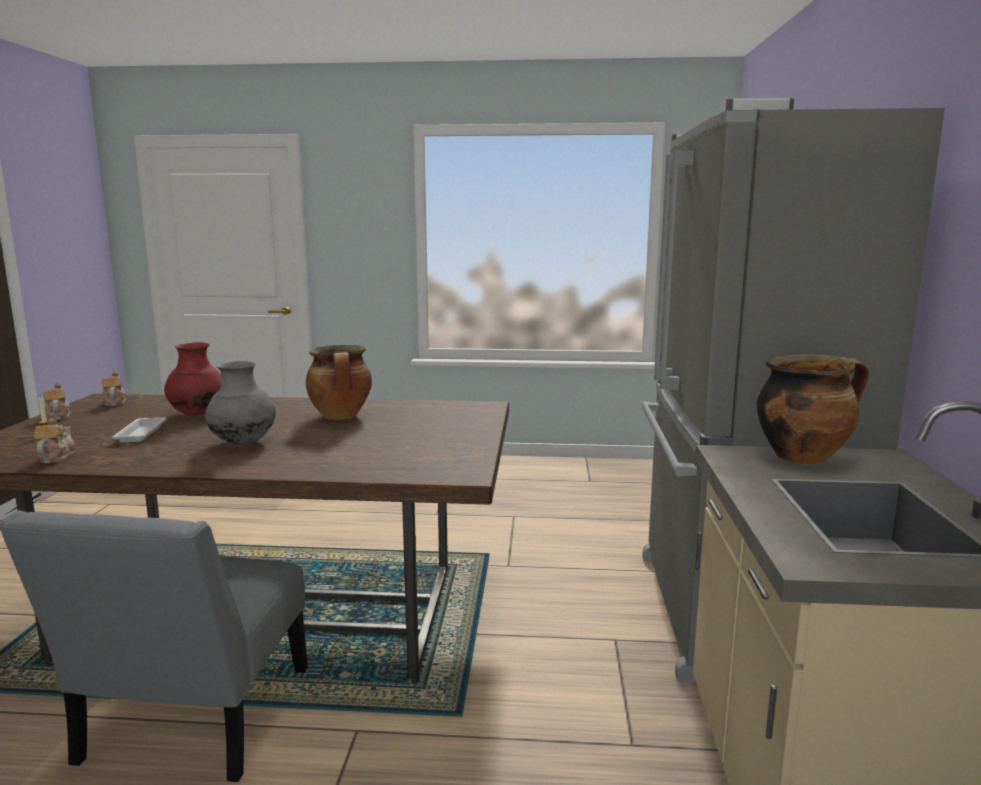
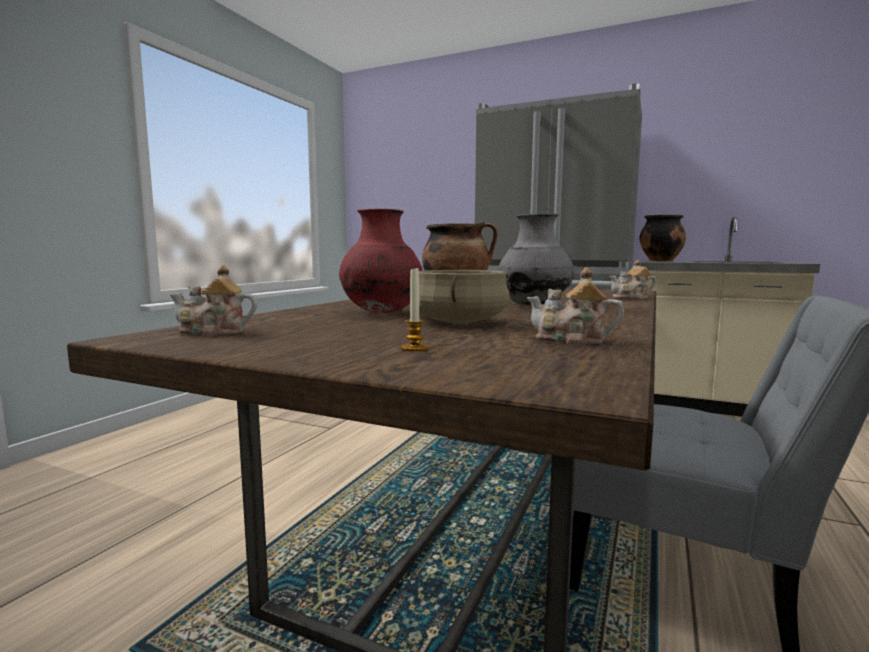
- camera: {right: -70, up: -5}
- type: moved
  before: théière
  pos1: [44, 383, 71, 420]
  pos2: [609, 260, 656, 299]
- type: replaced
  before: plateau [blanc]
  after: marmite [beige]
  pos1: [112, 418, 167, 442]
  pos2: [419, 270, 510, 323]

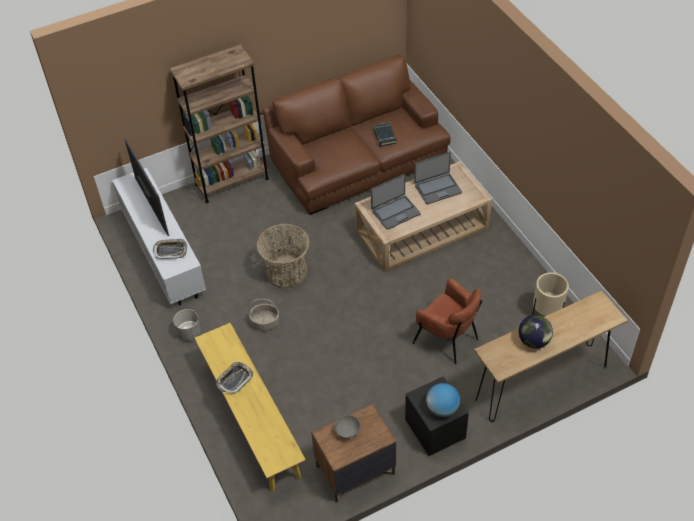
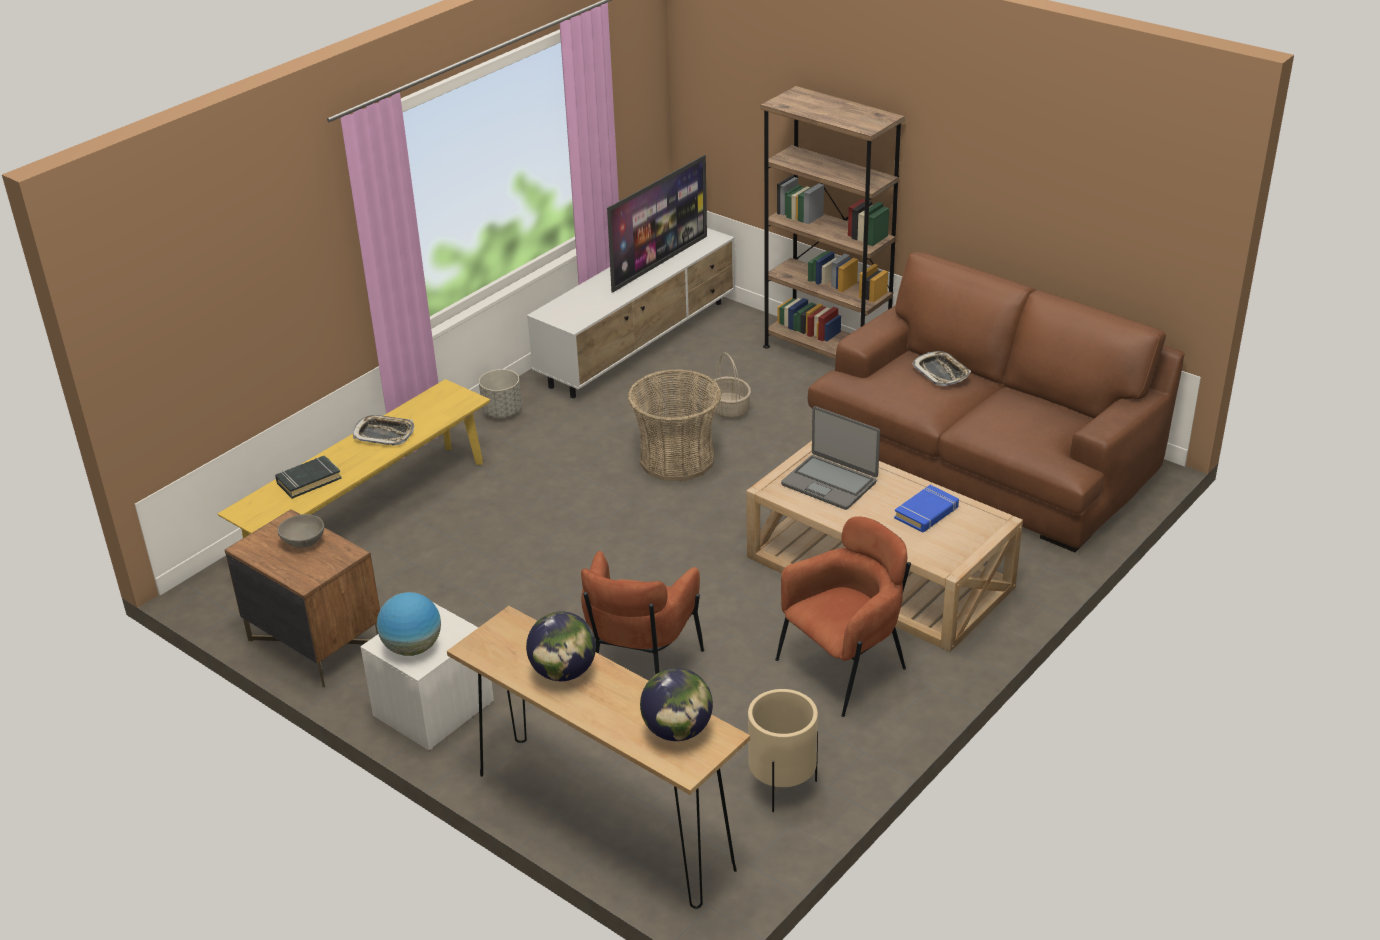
- camera: {right: 65, up: -15}
- type: moved
  before: plateau
  pos1: [153, 239, 187, 259]
  pos2: [912, 351, 971, 386]
- type: moved
  before: panier
  pos1: [249, 299, 279, 330]
  pos2: [708, 353, 751, 419]
- type: moved
  before: livre [noir]
  pos1: [373, 122, 397, 147]
  pos2: [275, 455, 342, 499]
- type: recoloured
  before: table de chevet [noir]
  after: table de chevet [blanc]
  pos1: [405, 376, 469, 456]
  pos2: [360, 603, 494, 750]
- type: replaced
  before: ordinateur portable
  after: livre [bleu]
  pos1: [414, 152, 462, 205]
  pos2: [894, 485, 959, 532]
- type: added
  after: globe
  pos2: [640, 668, 713, 741]
- type: added
  after: fauteuil [marron]
  pos2: [775, 516, 911, 717]

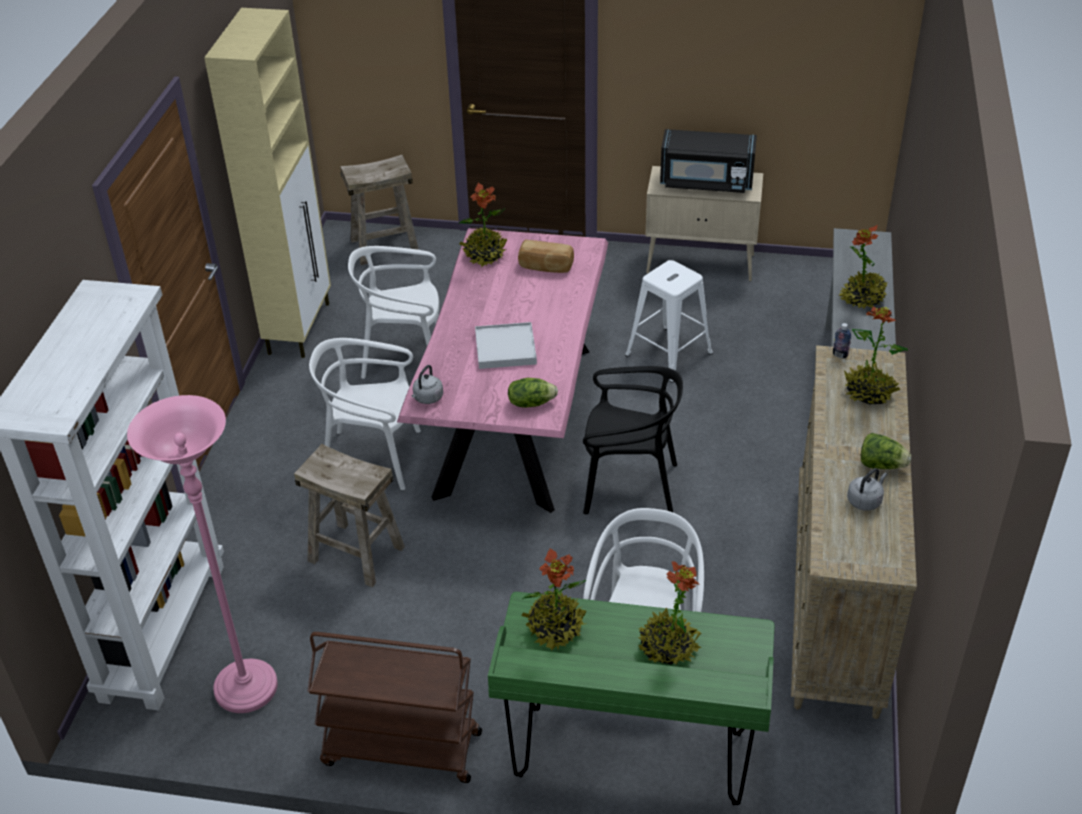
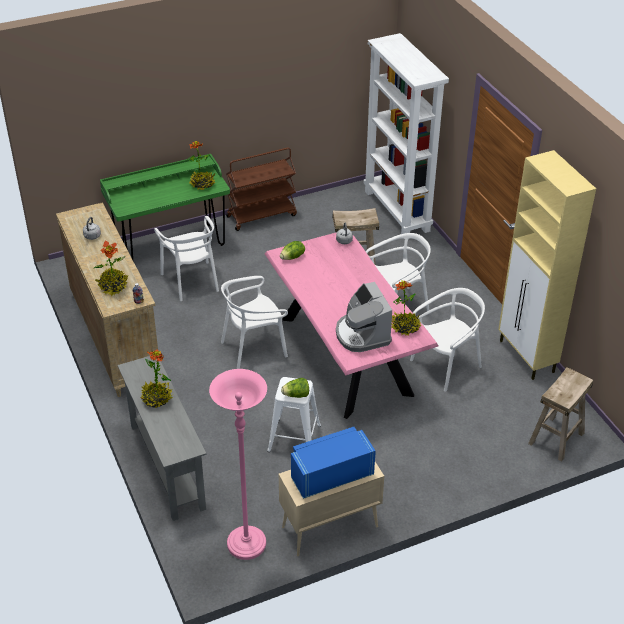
- camera: {right: 145, up: 0}
- type: moved
  before: lampadaire [rose]
  pos1: [127, 395, 278, 713]
  pos2: [209, 369, 267, 560]
- type: removed
  before: plateau [blanc]
  pos1: [475, 322, 537, 369]
- type: replaced
  before: pain
  after: machine à café
  pos1: [518, 240, 574, 273]
  pos2: [336, 282, 392, 352]
- type: recoloured
  before: chaise [noir]
  after: chaise [blanc]
  pos1: [583, 366, 683, 514]
  pos2: [221, 276, 288, 369]
- type: removed
  before: plante en pot
  pos1: [638, 561, 701, 665]
- type: recoloured
  before: micro-ondes [noir]
  after: micro-ondes [bleu]
  pos1: [660, 129, 757, 193]
  pos2: [291, 427, 376, 499]
- type: moved
  before: laitue
  pos1: [861, 433, 911, 469]
  pos2: [281, 378, 309, 398]

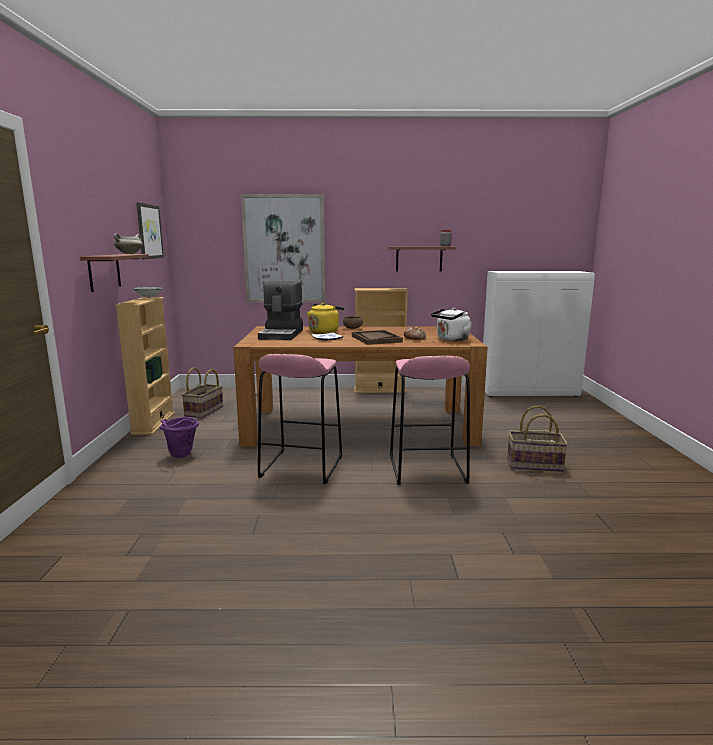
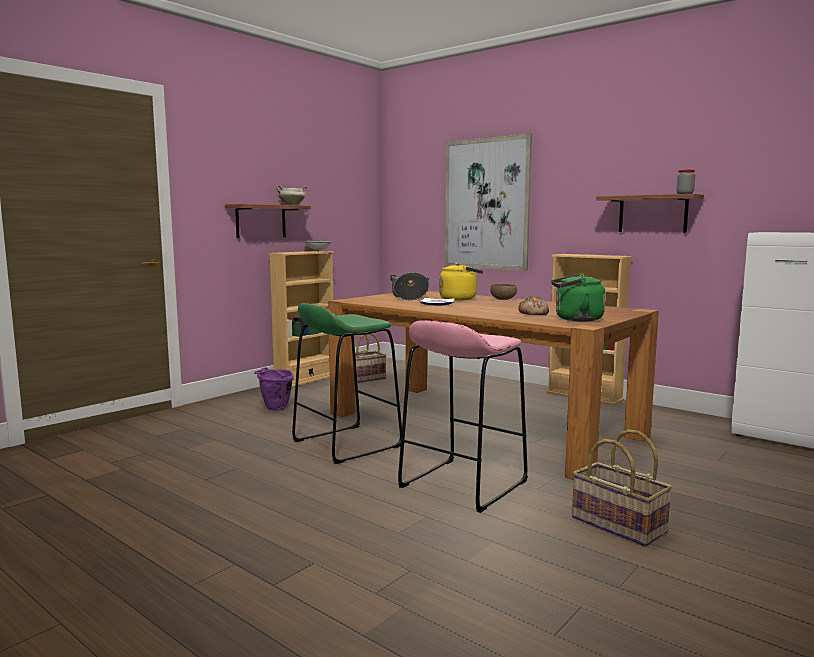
- camera: {right: 40, up: -5}
- type: removed
  before: tableau
  pos1: [136, 202, 164, 259]
- type: replaced
  before: machine à café
  after: marmite
  pos1: [258, 281, 303, 340]
  pos2: [390, 272, 429, 300]
- type: recoloured
  before: tabouret [rose]
  after: tabouret [vert]
  pos1: [258, 354, 342, 484]
  pos2: [292, 303, 402, 464]
- type: removed
  before: plateau [marron]
  pos1: [352, 330, 403, 345]
- type: recoloured
  before: bouilloire [blanc]
  after: bouilloire [vert]
  pos1: [431, 308, 472, 341]
  pos2: [552, 273, 605, 321]

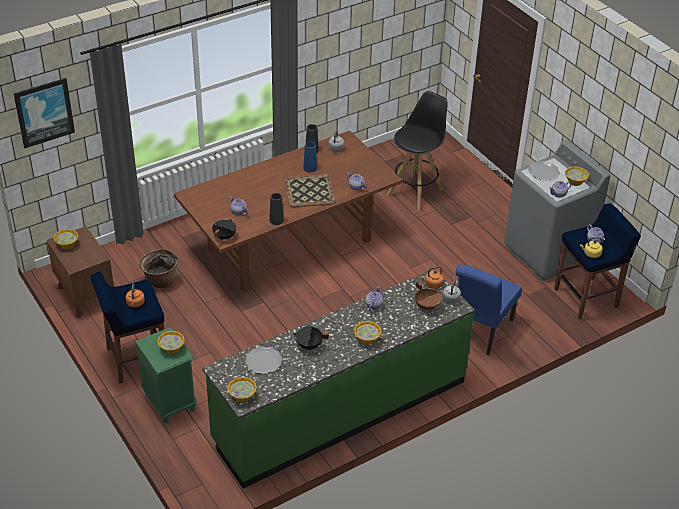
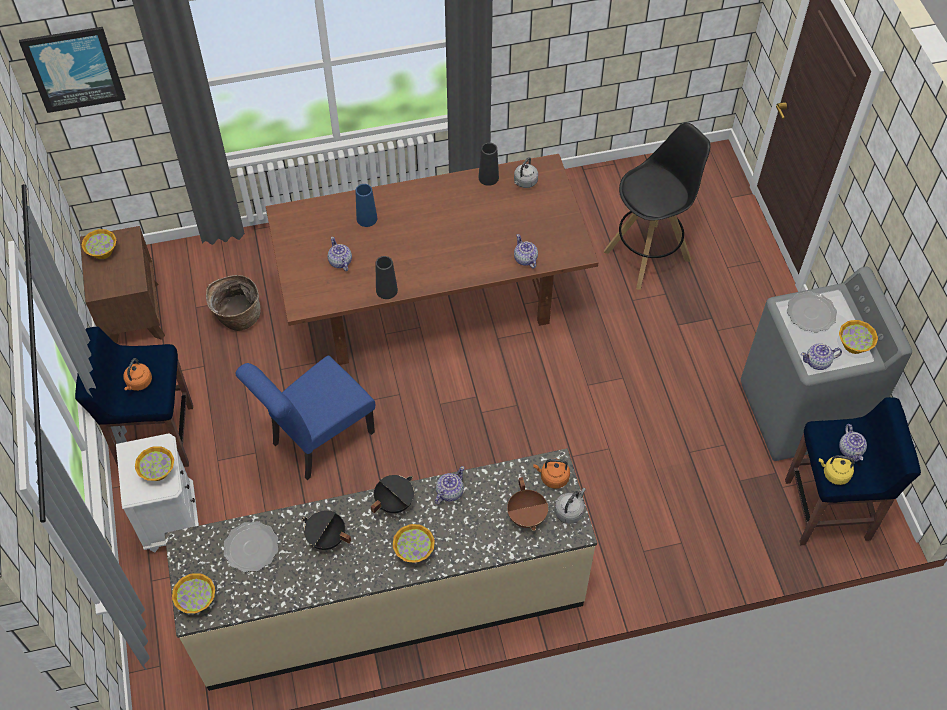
- camera: {right: 20, up: 15}
- type: recoloured
  before: table de chevet [vert]
  after: table de chevet [blanc]
  pos1: [135, 328, 197, 423]
  pos2: [116, 433, 199, 553]
- type: recoloured
  before: comptoir de cuisine [vert]
  after: comptoir de cuisine [beige]
  pos1: [203, 269, 475, 489]
  pos2: [165, 448, 597, 691]
- type: moved
  before: marmite [noir]
  pos1: [212, 219, 236, 240]
  pos2: [371, 475, 414, 513]
- type: removed
  before: plateau
  pos1: [284, 174, 336, 207]
- type: moved
  before: vase [bleu]
  pos1: [303, 142, 317, 173]
  pos2: [356, 184, 377, 227]
- type: moved
  before: chaise [bleu]
  pos1: [455, 264, 522, 355]
  pos2: [235, 355, 375, 480]

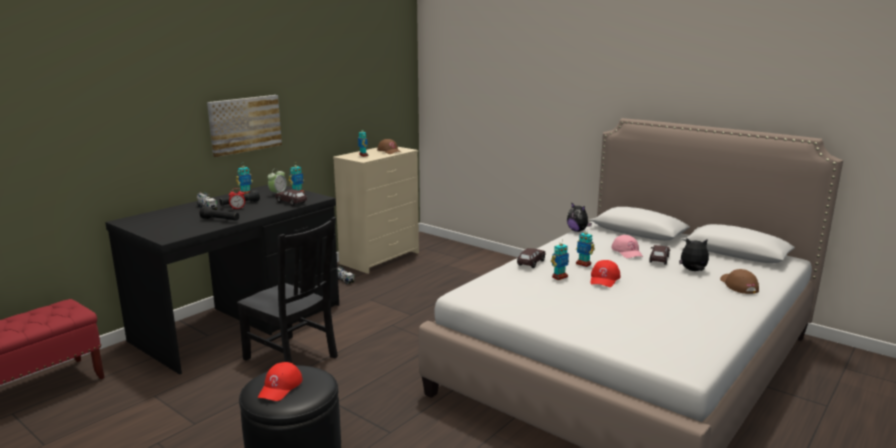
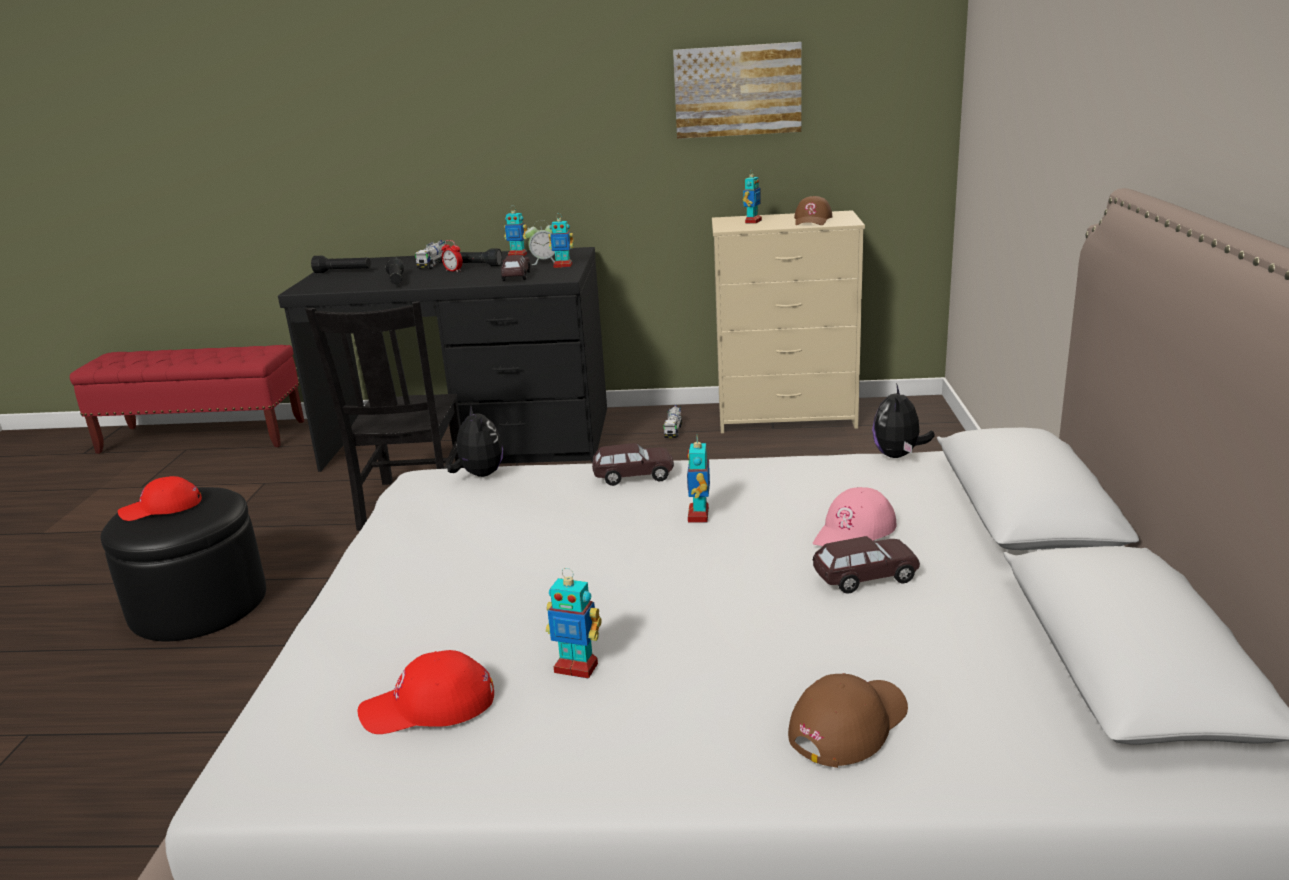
- camera: {right: 55, up: 5}
- type: moved
  before: tableau
  pos1: [207, 95, 282, 157]
  pos2: [673, 42, 802, 139]
- type: moved
  before: robot jouet
  pos1: [551, 239, 569, 280]
  pos2: [546, 568, 602, 678]
- type: moved
  before: casquette [rouge]
  pos1: [591, 260, 621, 287]
  pos2: [358, 650, 494, 734]
- type: moved
  before: peluche
  pos1: [679, 238, 709, 271]
  pos2: [447, 405, 503, 477]
- type: added
  after: lampe de poche [noir]
  pos2: [311, 256, 371, 273]

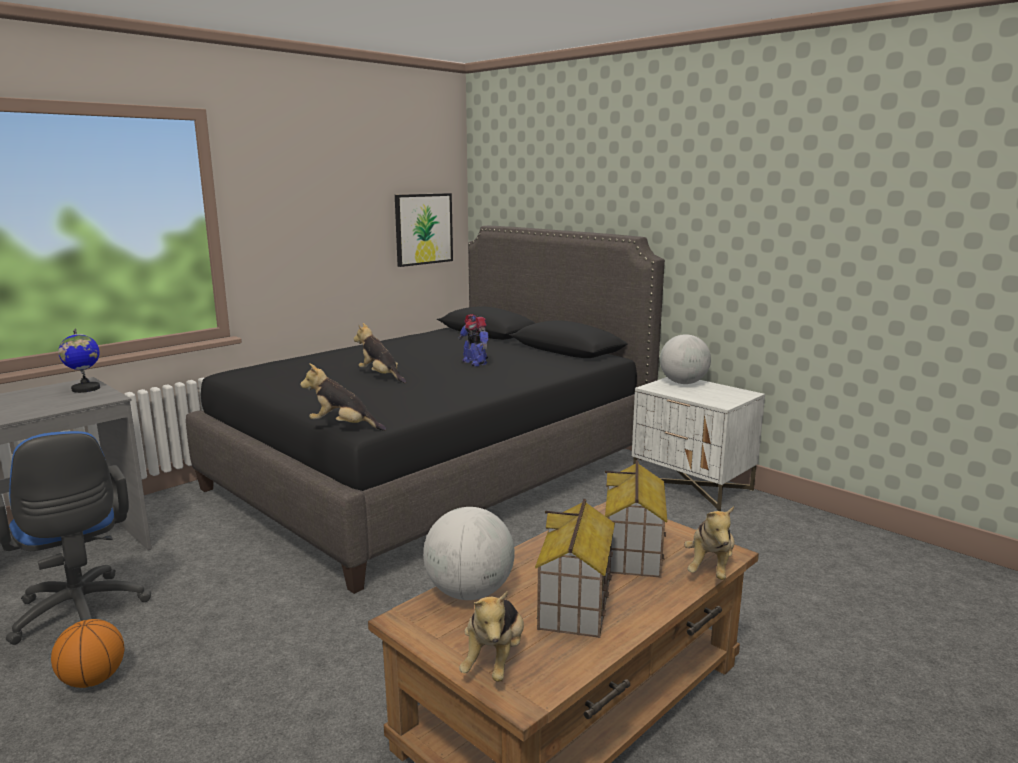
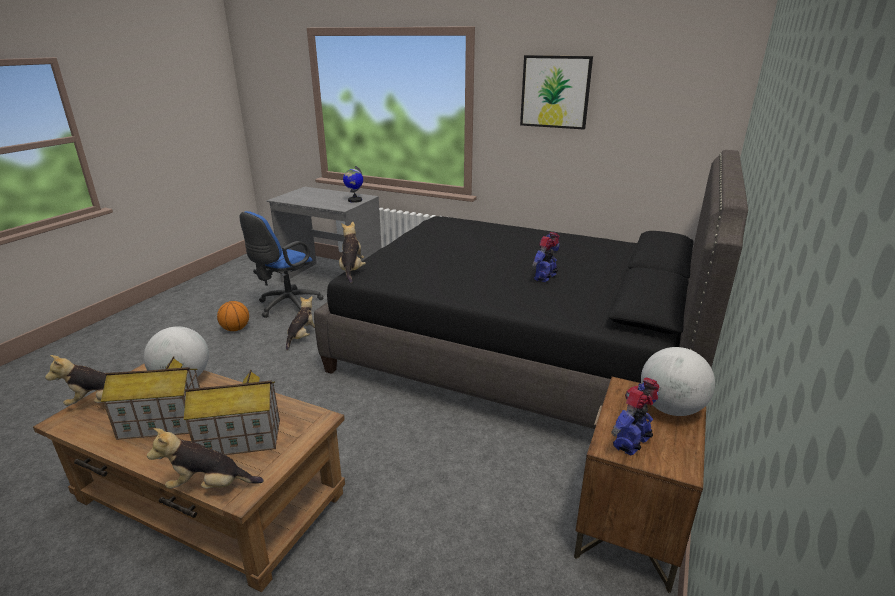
- camera: {right: 70, up: 10}
- type: moved
  before: peluche
  pos1: [353, 323, 406, 383]
  pos2: [286, 296, 315, 350]
- type: moved
  before: tableau
  pos1: [395, 193, 453, 267]
  pos2: [520, 55, 593, 130]
- type: recoloured
  before: table de chevet [blanc]
  after: table de chevet [marron]
  pos1: [632, 377, 765, 511]
  pos2: [574, 376, 706, 593]
- type: added
  after: robot jouet
  pos2: [611, 377, 659, 455]

